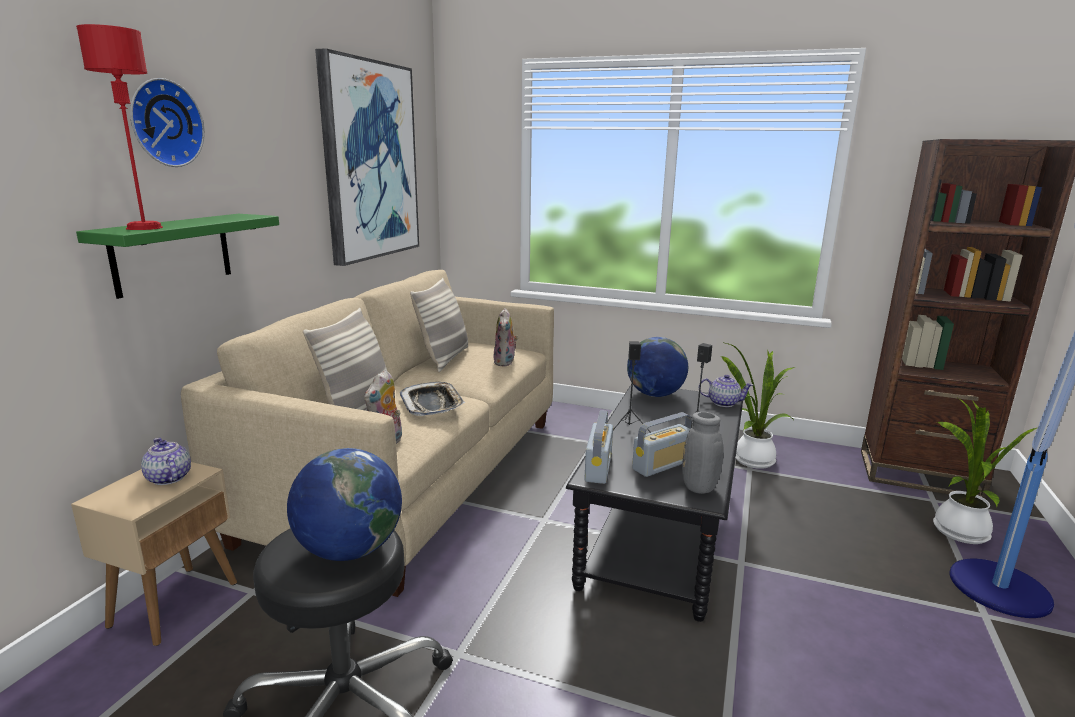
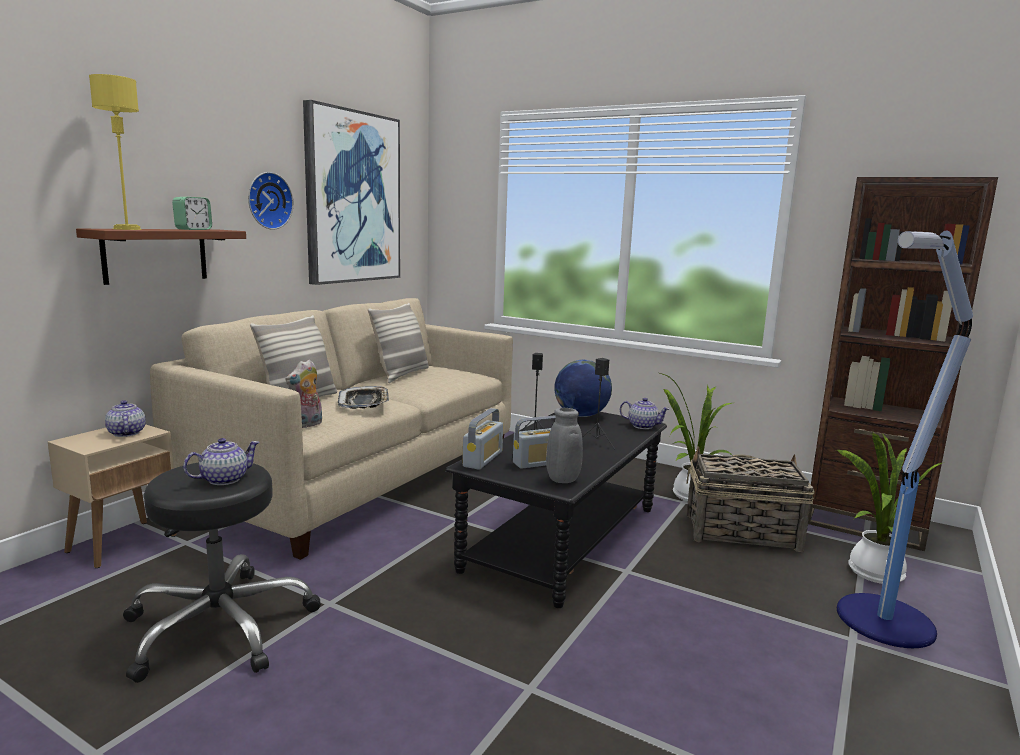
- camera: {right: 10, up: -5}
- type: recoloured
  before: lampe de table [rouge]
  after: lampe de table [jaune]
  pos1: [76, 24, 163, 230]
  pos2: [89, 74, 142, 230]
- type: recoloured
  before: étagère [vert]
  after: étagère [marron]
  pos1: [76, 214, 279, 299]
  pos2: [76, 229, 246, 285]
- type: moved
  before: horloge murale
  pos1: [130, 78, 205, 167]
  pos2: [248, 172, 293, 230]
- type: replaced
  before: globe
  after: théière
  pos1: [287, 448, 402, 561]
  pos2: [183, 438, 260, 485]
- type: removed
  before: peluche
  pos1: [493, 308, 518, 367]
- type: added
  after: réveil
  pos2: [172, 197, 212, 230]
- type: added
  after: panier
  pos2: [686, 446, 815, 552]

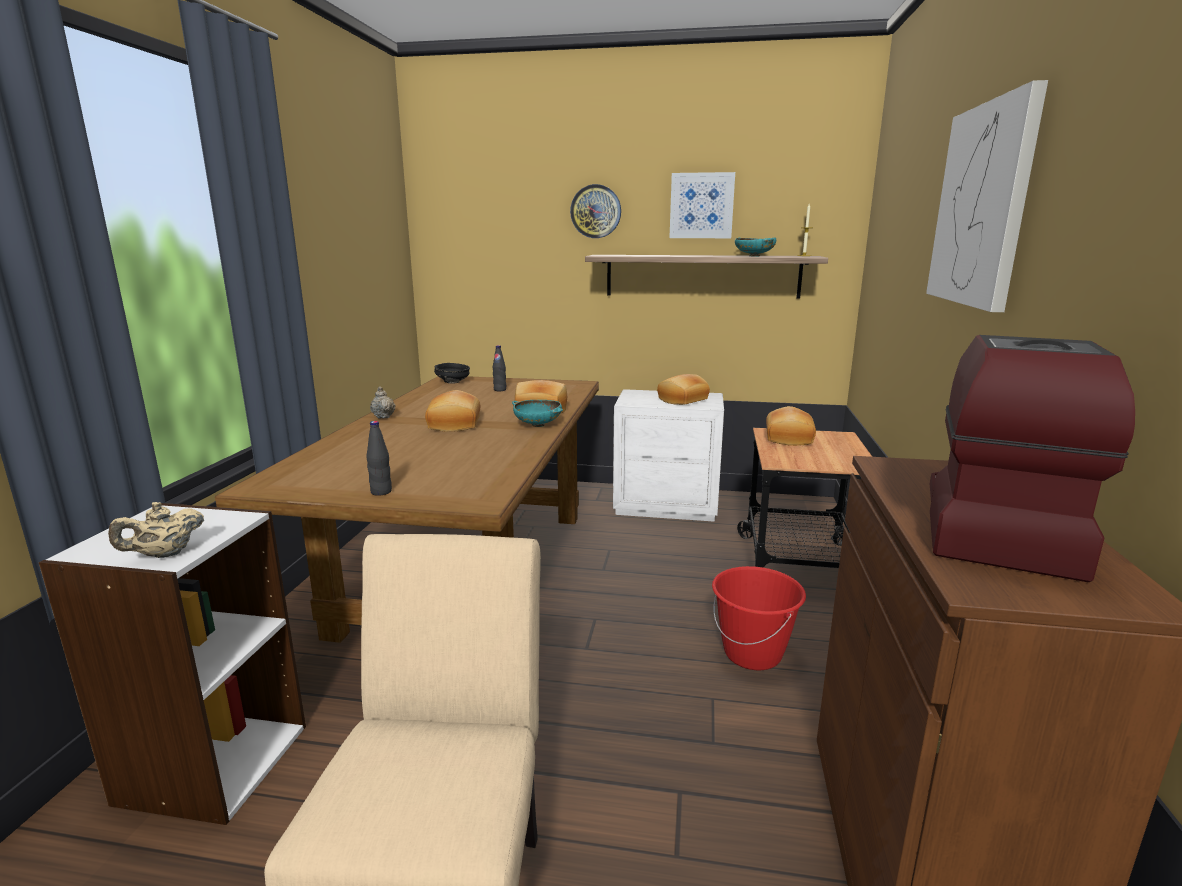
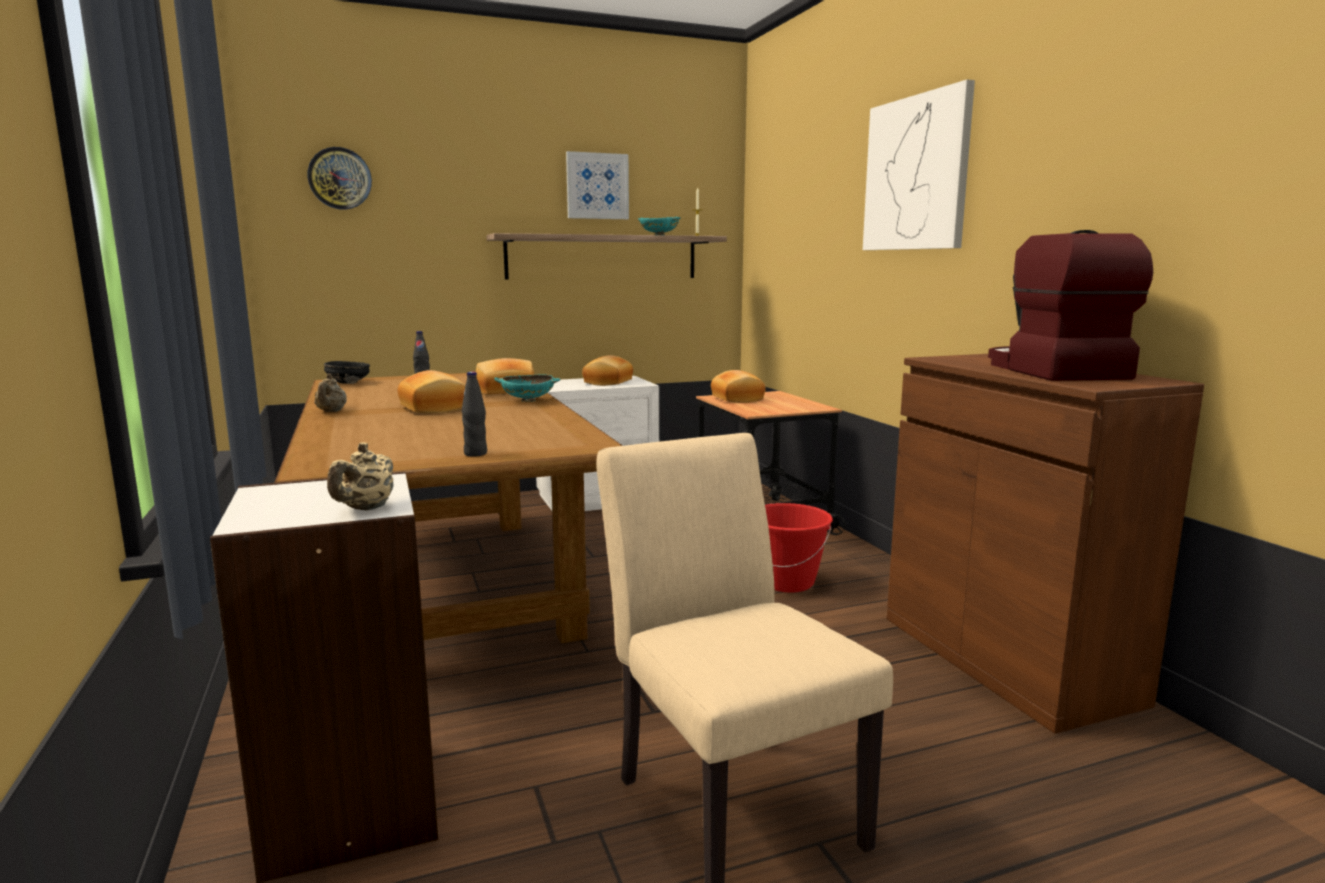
- camera: {right: -30, up: -5}
- type: turned
  before: théière [beige]
  pos1: [370, 386, 396, 419]
  pos2: [314, 373, 347, 412]
  turn: -135
- type: moved
  before: horloge murale
  pos1: [570, 184, 621, 238]
  pos2: [308, 147, 372, 210]

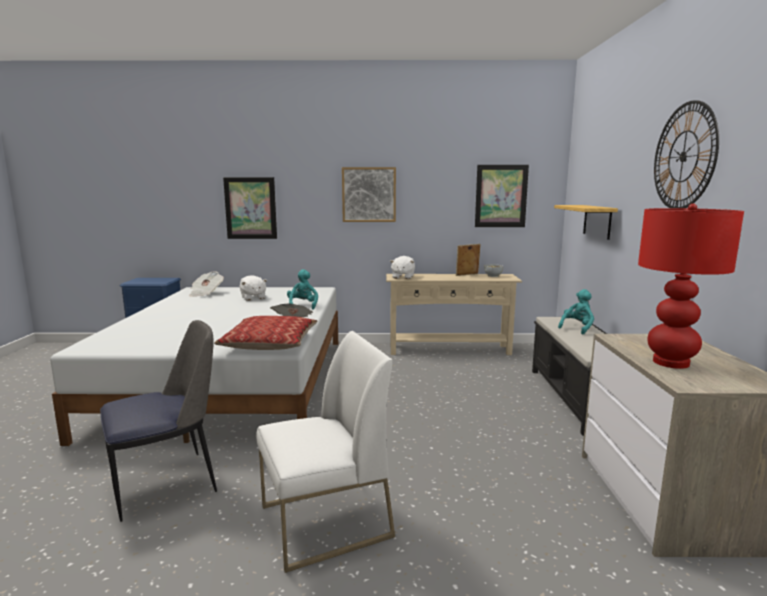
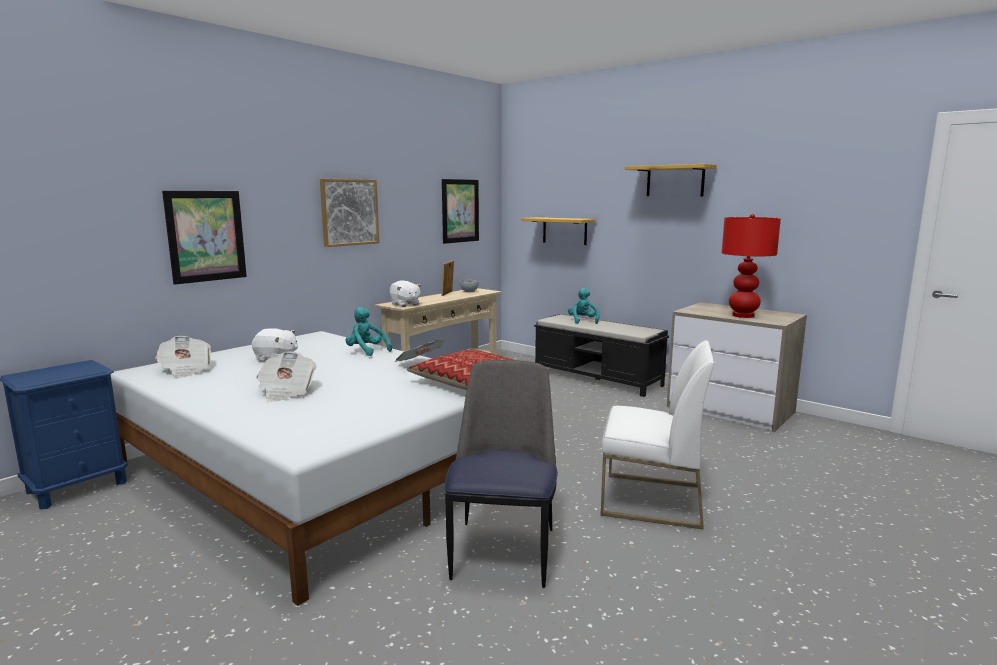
- camera: {right: -50, up: 0}
- type: turned
  before: chaise [blanc]
  pos1: [256, 331, 395, 573]
  pos2: [601, 340, 714, 529]
  turn: 90
- type: replaced
  before: horloge murale
  after: étagère
  pos1: [654, 100, 719, 208]
  pos2: [625, 164, 717, 196]
- type: added
  after: journal
  pos2: [256, 351, 316, 402]

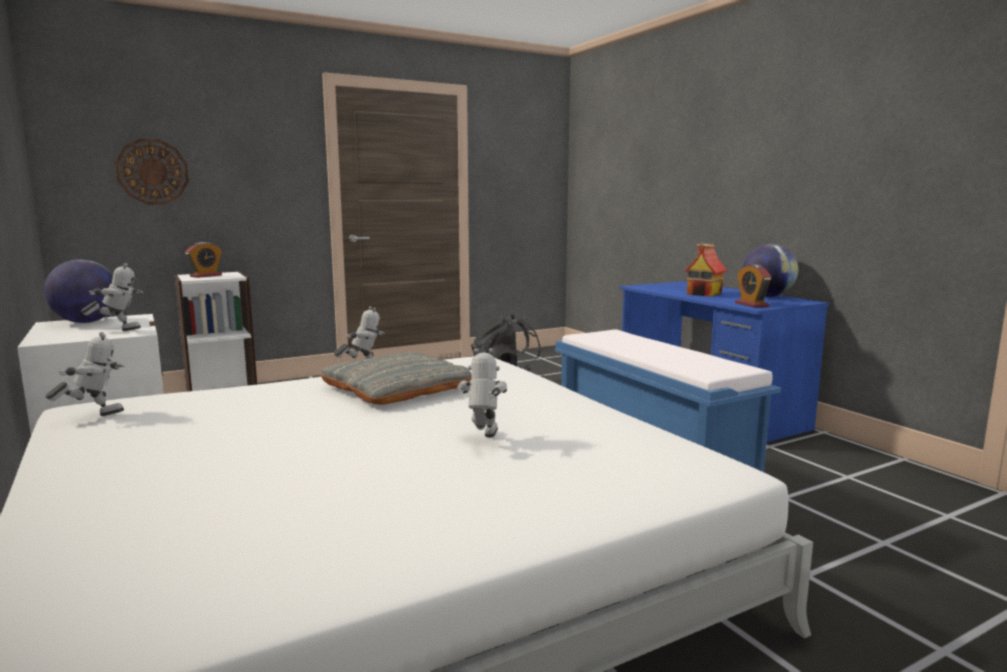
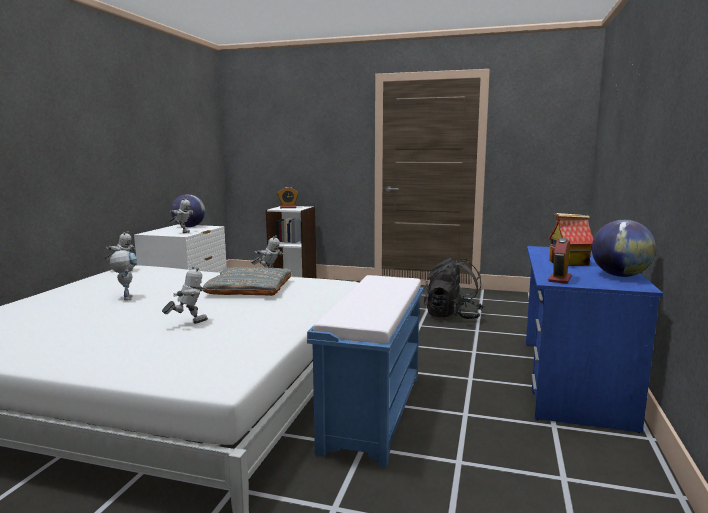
- camera: {right: 45, up: 0}
- type: removed
  before: horloge murale
  pos1: [115, 138, 189, 205]
- type: added
  after: robot jouet
  pos2: [110, 250, 137, 300]

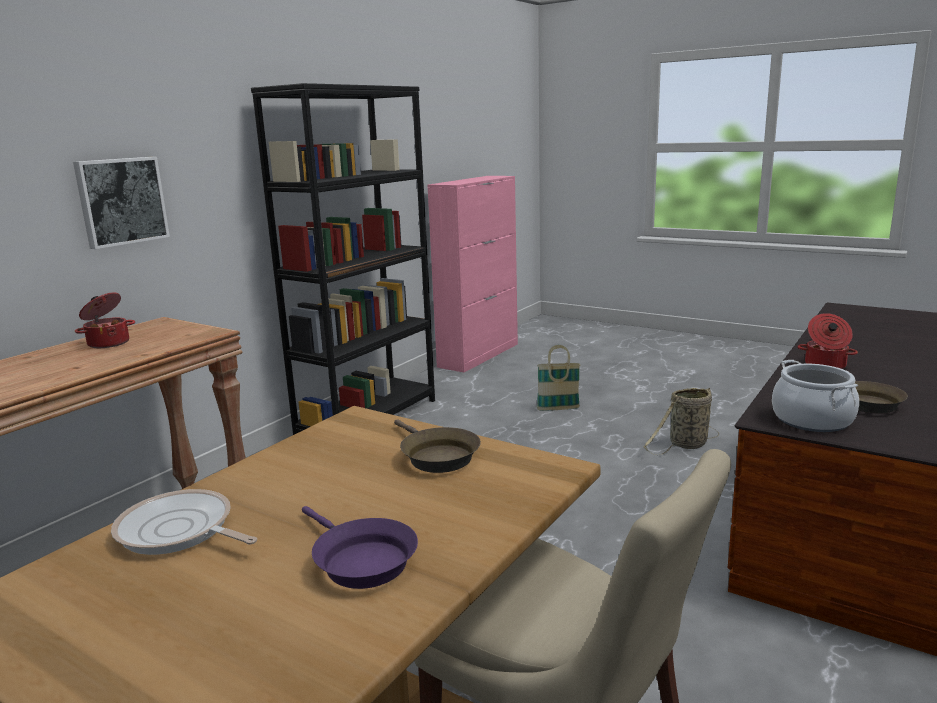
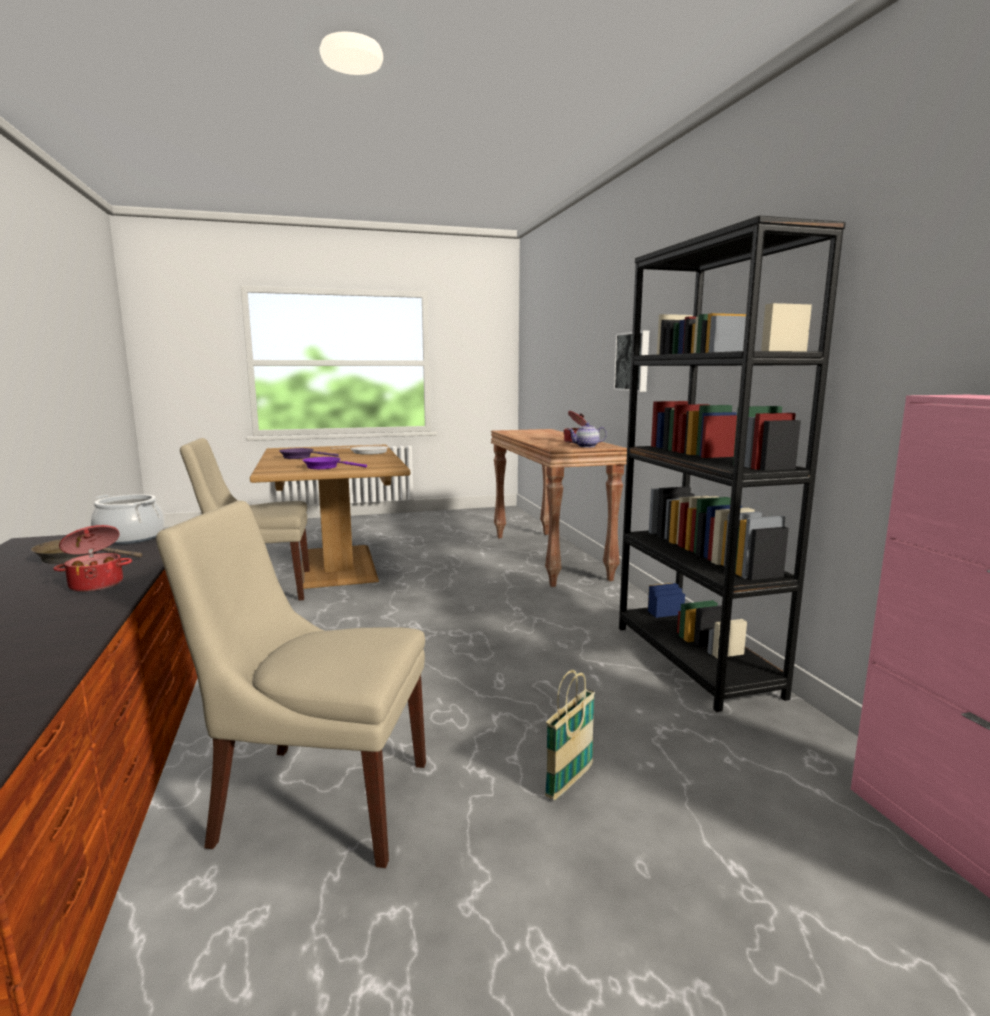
- camera: {right: 130, up: -5}
- type: recoloured
  before: poêle [marron]
  after: poêle [violet]
  pos1: [394, 419, 481, 473]
  pos2: [302, 457, 367, 469]
- type: replaced
  before: panier
  after: chaise [beige]
  pos1: [644, 388, 719, 455]
  pos2: [156, 501, 426, 868]
- type: added
  after: théière
  pos2: [568, 423, 607, 447]

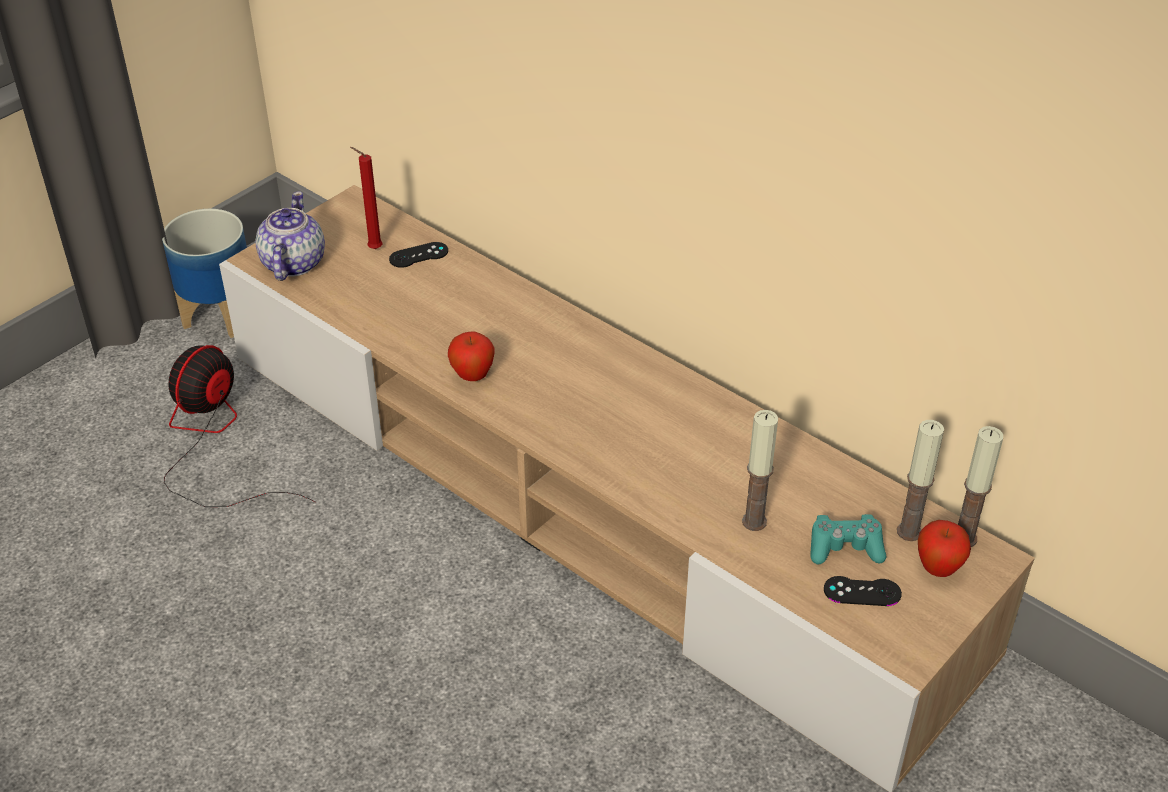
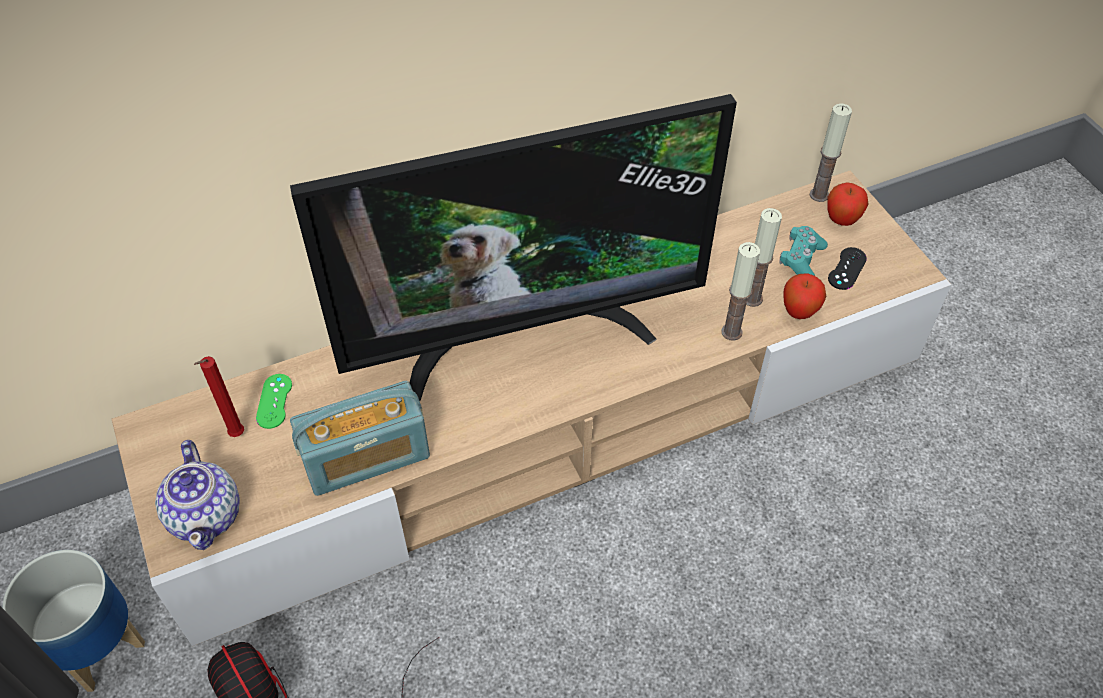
- camera: {right: -65, up: 10}
- type: turned
  before: théière
  pos1: [255, 191, 325, 281]
  pos2: [155, 440, 240, 550]
  turn: -135
- type: recoloured
  before: manette [noir]
  after: manette [vert]
  pos1: [389, 242, 448, 268]
  pos2: [256, 374, 292, 429]
- type: moved
  before: pomme
  pos1: [448, 331, 495, 381]
  pos2: [784, 273, 826, 319]
- type: moved
  before: bougie
  pos1: [897, 420, 944, 541]
  pos2: [721, 242, 760, 341]
- type: added
  after: téléviseur
  pos2: [290, 94, 737, 401]
- type: added
  after: radio
  pos2: [290, 381, 430, 496]

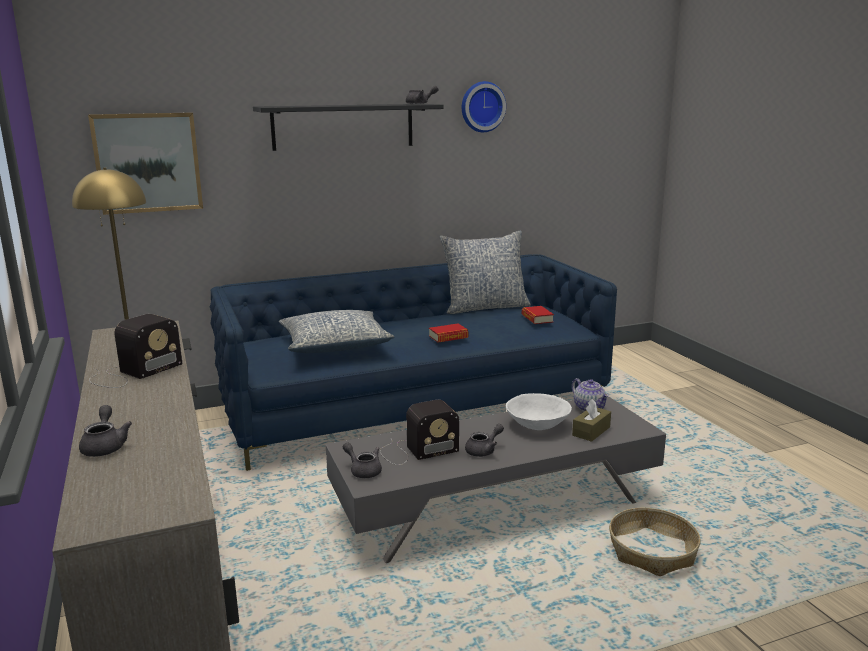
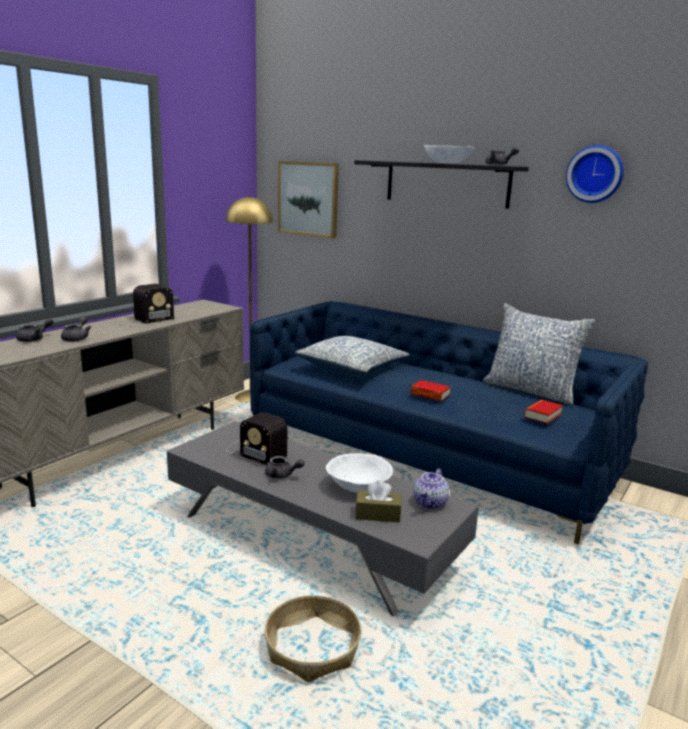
- camera: {right: 55, up: 0}
- type: turned
  before: radio
  pos1: [89, 314, 182, 388]
  pos2: [114, 284, 174, 326]
  turn: -45
- type: moved
  before: théière [gris]
  pos1: [343, 442, 382, 478]
  pos2: [61, 316, 91, 342]
- type: added
  after: bol [blanc]
  pos2: [424, 145, 475, 163]

